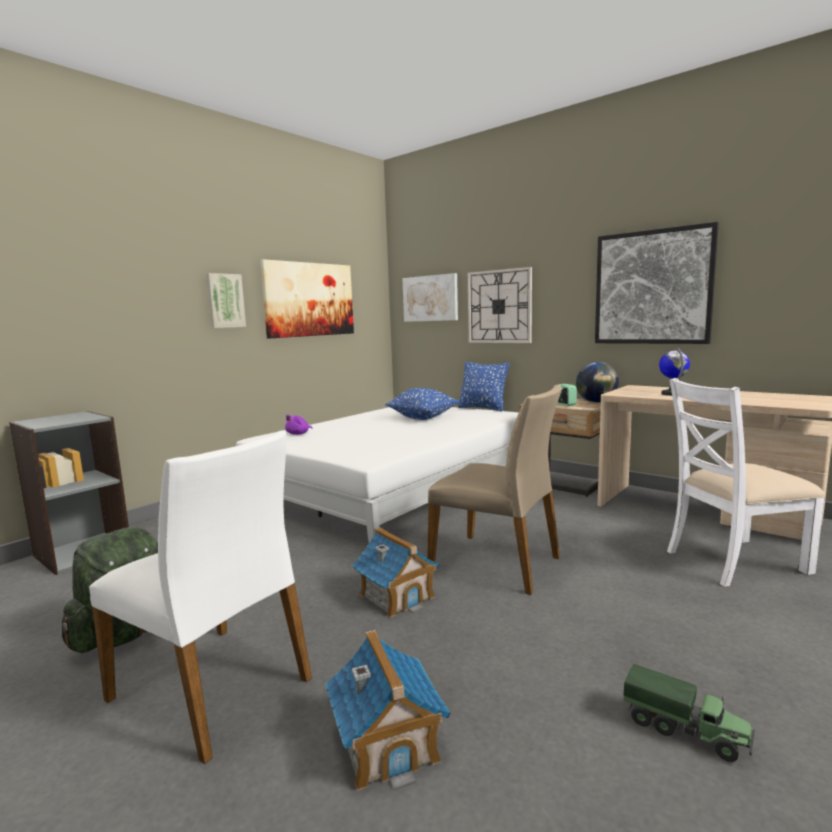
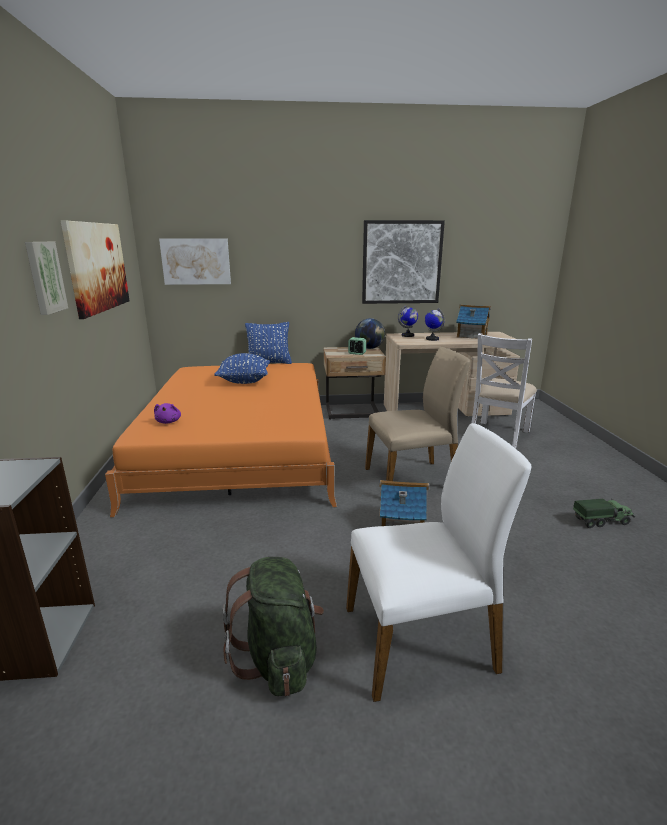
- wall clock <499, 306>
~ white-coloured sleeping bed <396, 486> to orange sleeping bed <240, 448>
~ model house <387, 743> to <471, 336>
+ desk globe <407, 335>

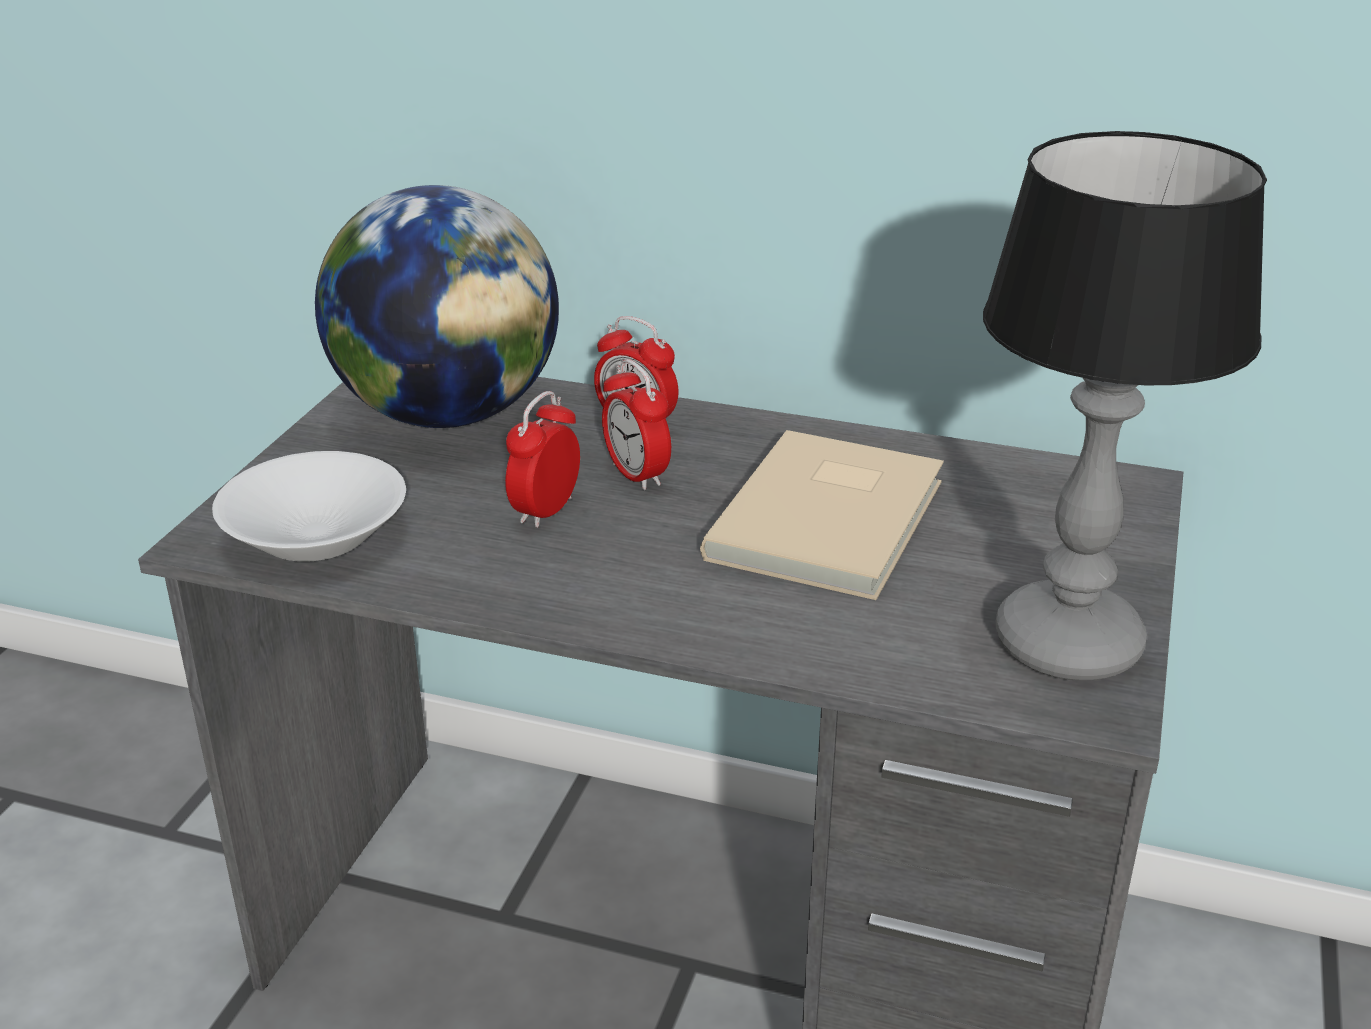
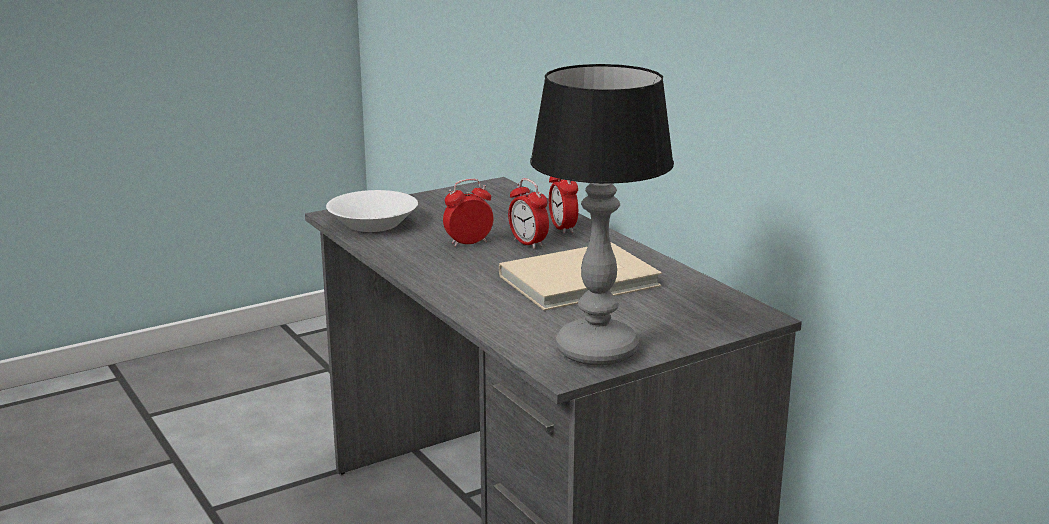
- desk globe <448, 414>
~ table clock <636, 475> = <528, 243> 45 degrees counterclockwise

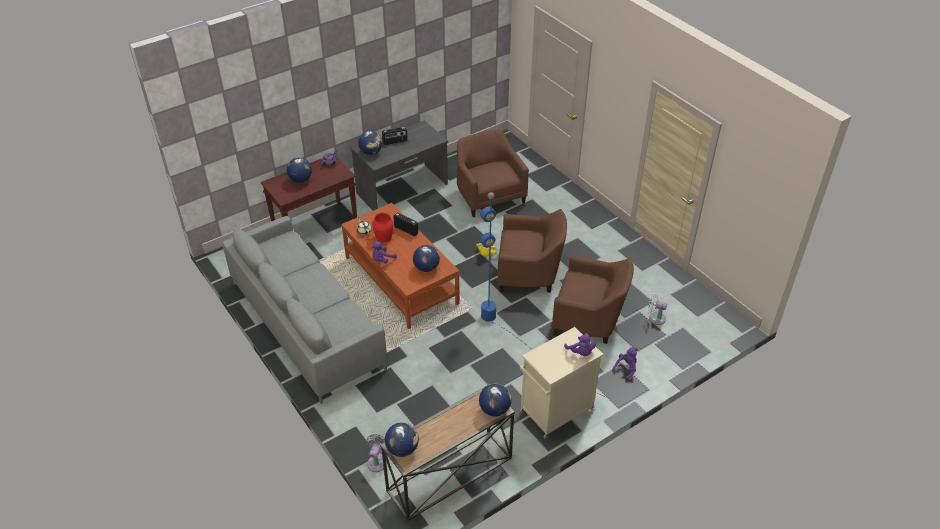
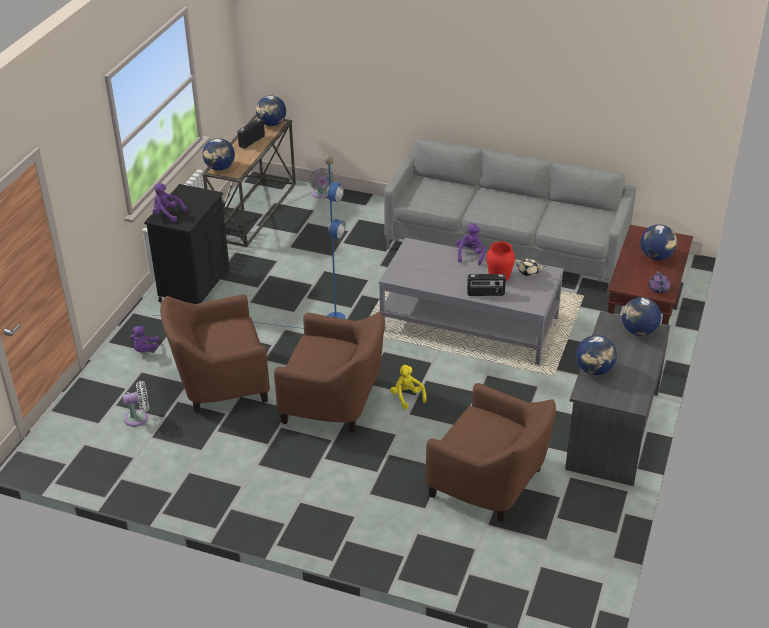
~ radio receiver <395, 141> to <251, 141>
~ brownish lounge table <400, 280> to gray lounge table <470, 324>
~ brownish lounge chair <529, 272> = <334, 400> 135 degrees counterclockwise
~ desk globe <426, 268> to <594, 370>
~ beige storage cabinet <555, 411> to black storage cabinet <195, 285>

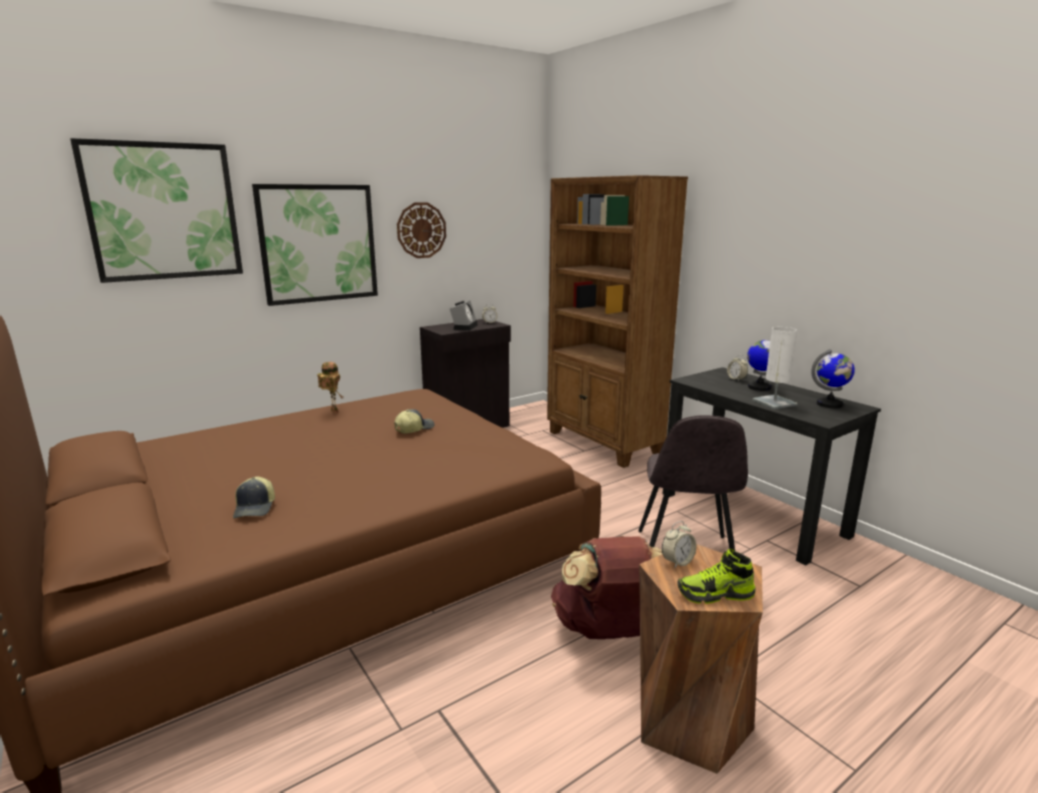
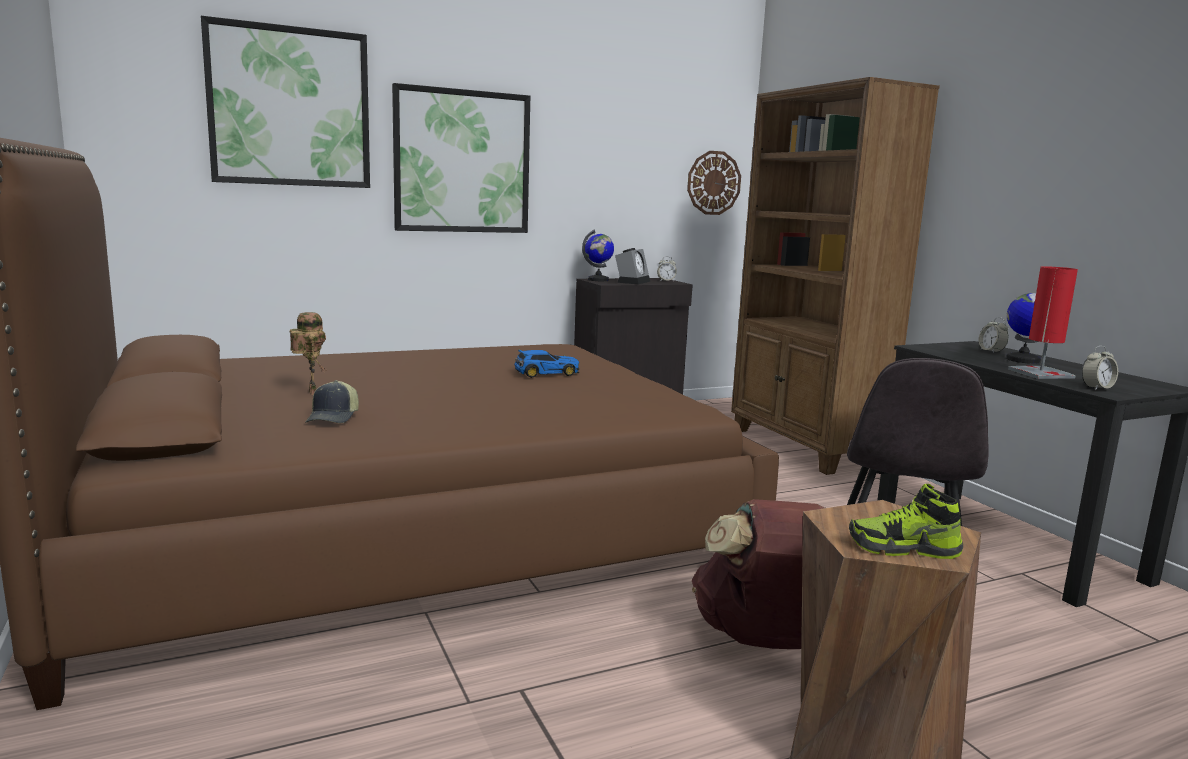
~ wall clock <421, 230> to <713, 183>
~ white-coloured table lamp <774, 402> to red table lamp <1040, 373>
~ desk globe <829, 404> to <598, 280>
~ robot figure <333, 412> to <310, 392>
~ baseball cap <414, 428> to toy car <545, 373>
~ table clock <677, 562> to <1096, 388>

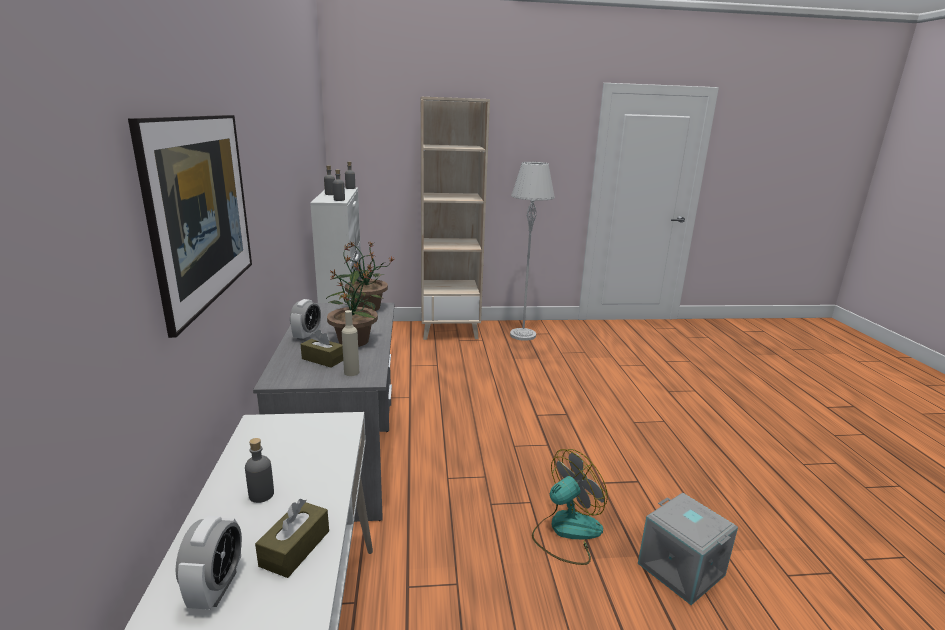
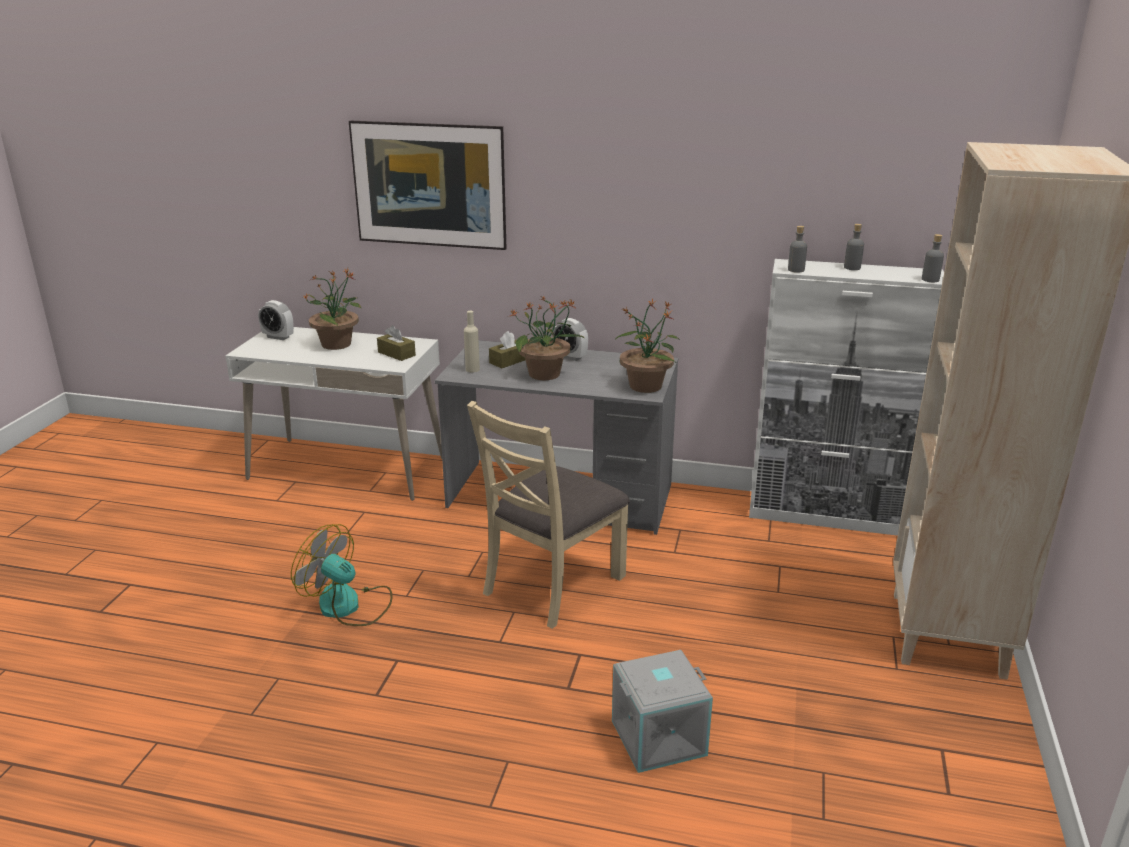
- gray standing lamp <523, 335>
~ gray drink bottle <261, 495> to houseplant <337, 344>
~ electric fan <566, 531> = <348, 606> 135 degrees clockwise
~ gray storage bin <679, 569> to <658, 736>
~ brownish box of tissues <295, 548> to <396, 354>
+ beige upright chair <552, 584>

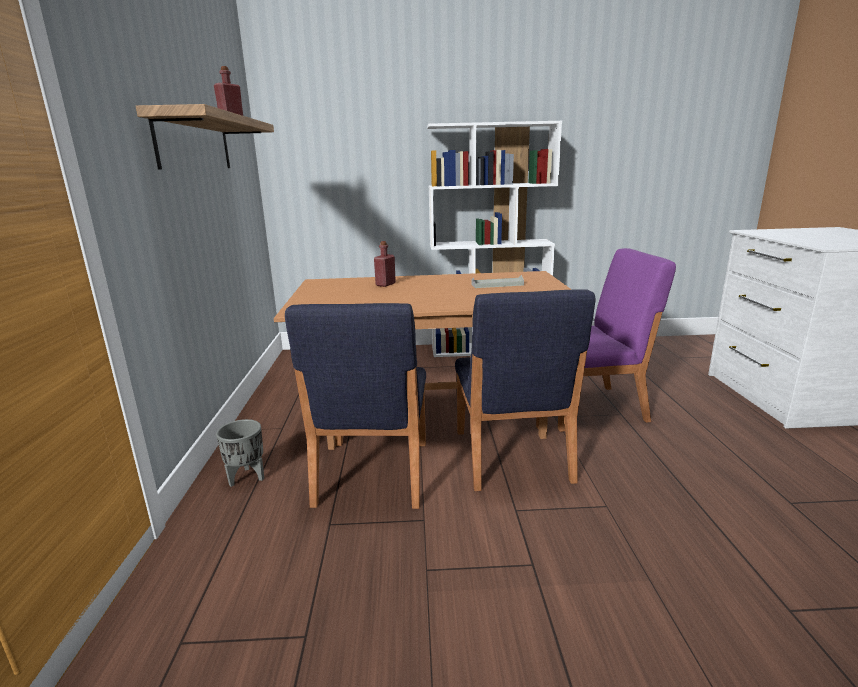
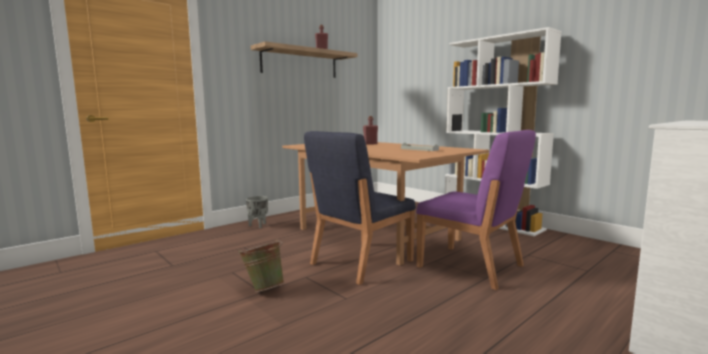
- bluish upright chair <372, 473>
+ green-coloured pail <264, 288>

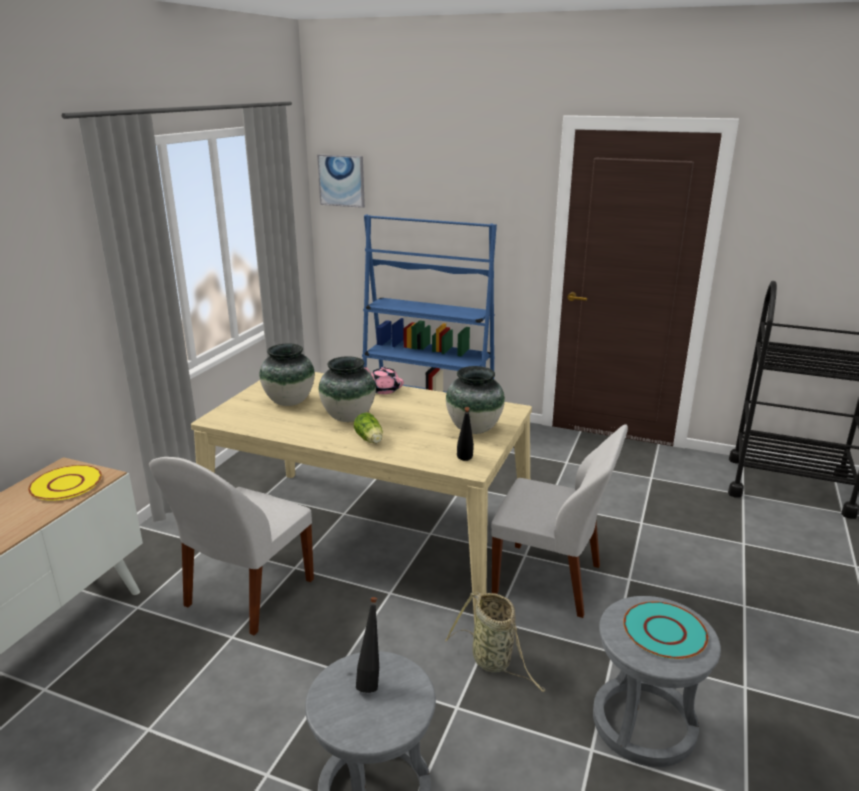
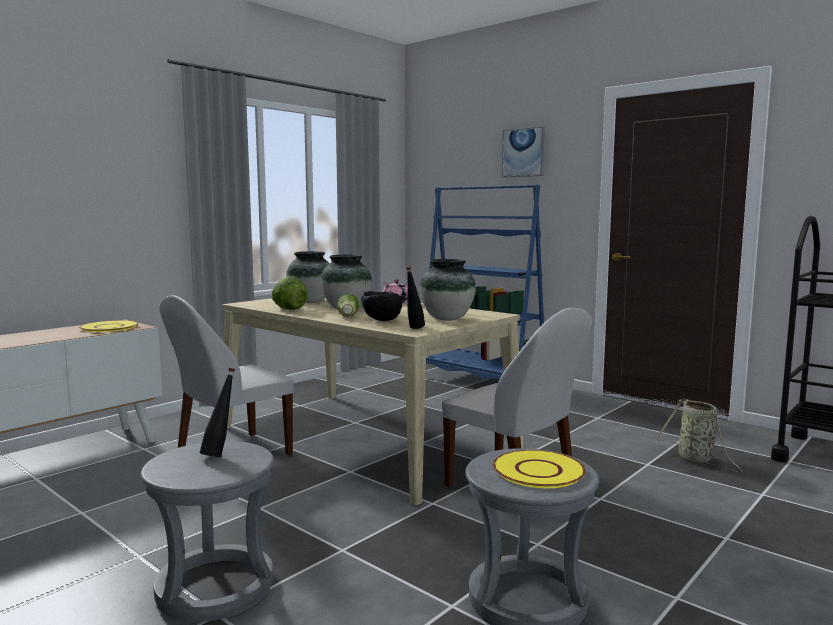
~ wall picture <341, 180> to <523, 152>
~ basket <494, 662> to <697, 460>
~ turquoise flat dish <664, 631> to yellow-coloured flat dish <537, 470>
+ head of lettuce <289, 309>
+ black deep dish <381, 321>

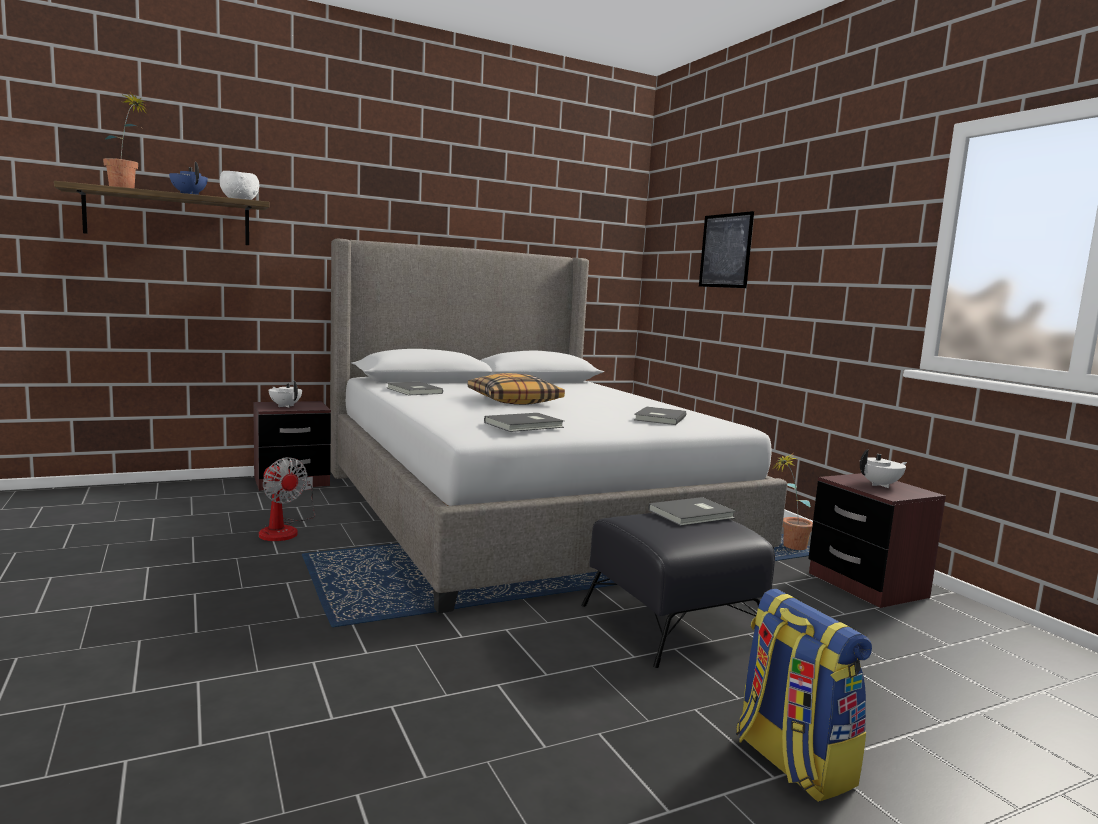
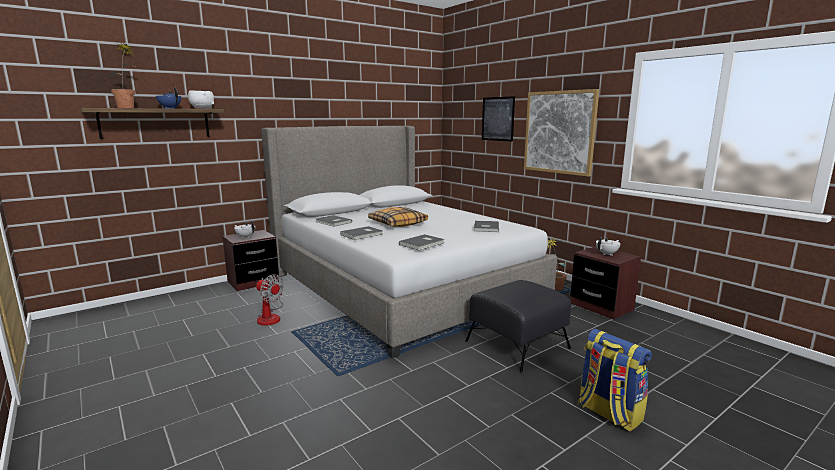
~ gray volume <693, 514> to <362, 234>
+ wall picture <559, 132>

